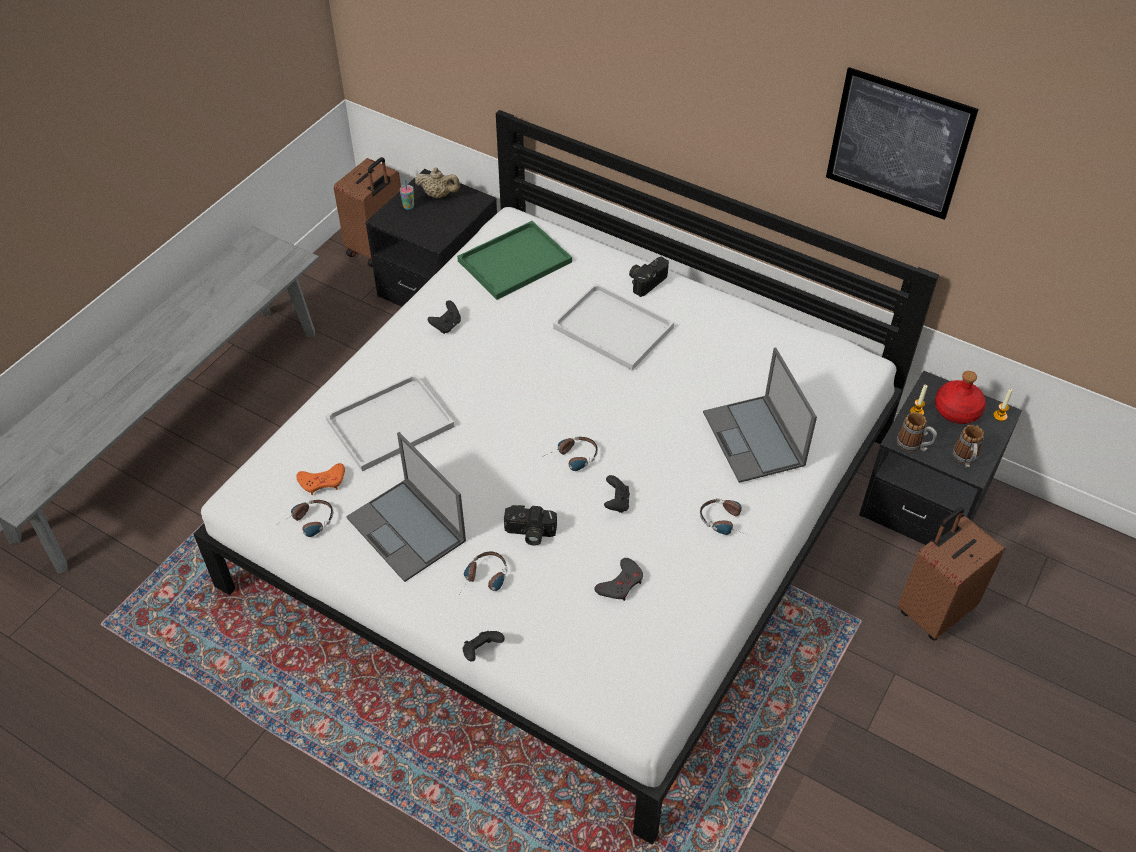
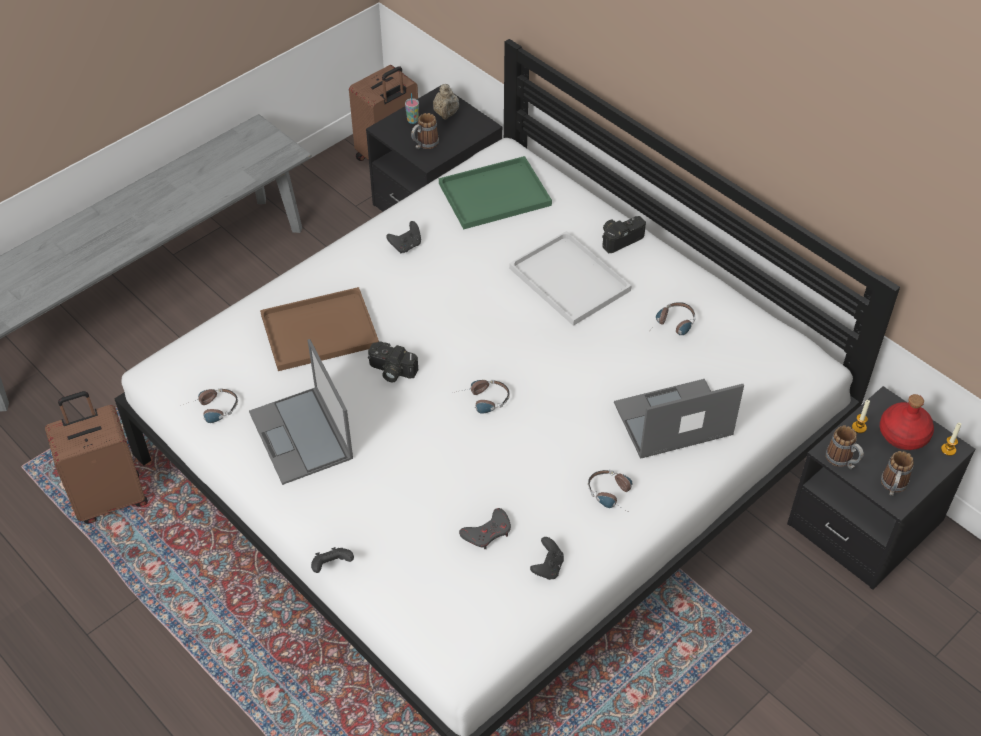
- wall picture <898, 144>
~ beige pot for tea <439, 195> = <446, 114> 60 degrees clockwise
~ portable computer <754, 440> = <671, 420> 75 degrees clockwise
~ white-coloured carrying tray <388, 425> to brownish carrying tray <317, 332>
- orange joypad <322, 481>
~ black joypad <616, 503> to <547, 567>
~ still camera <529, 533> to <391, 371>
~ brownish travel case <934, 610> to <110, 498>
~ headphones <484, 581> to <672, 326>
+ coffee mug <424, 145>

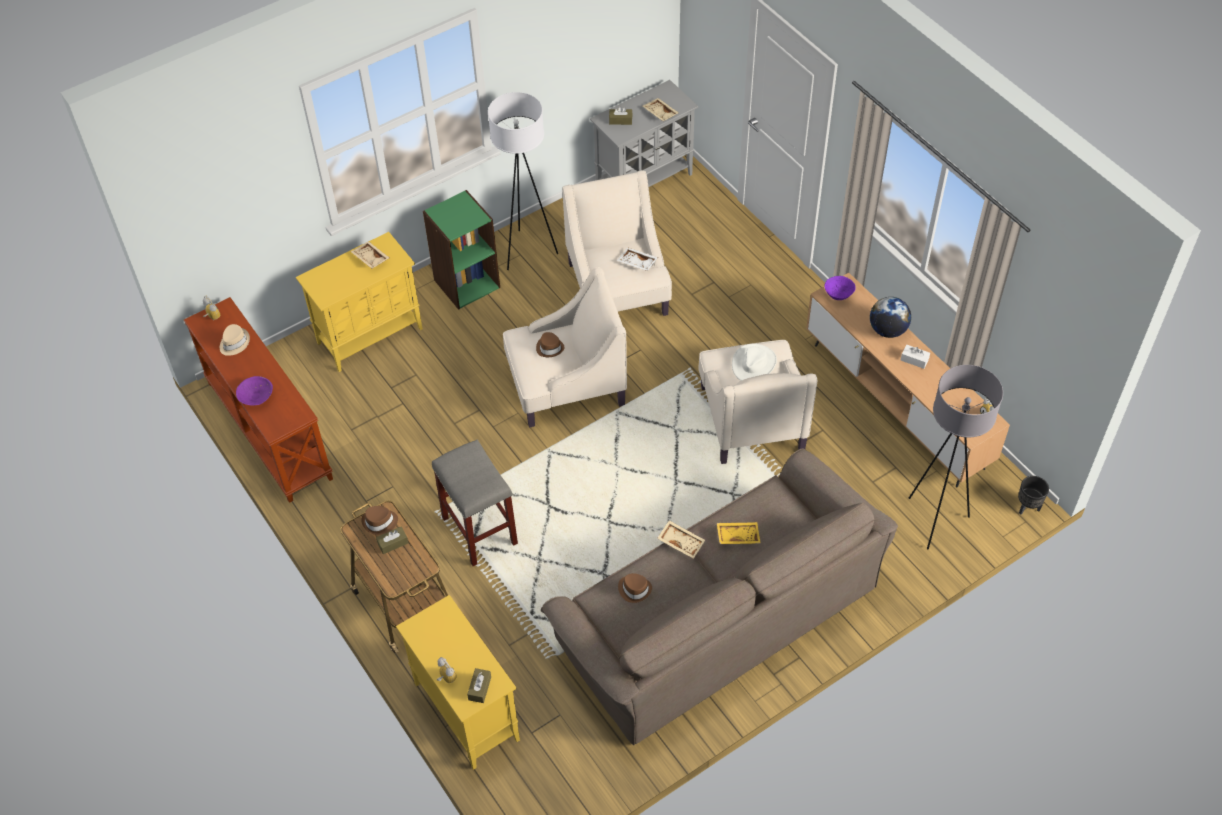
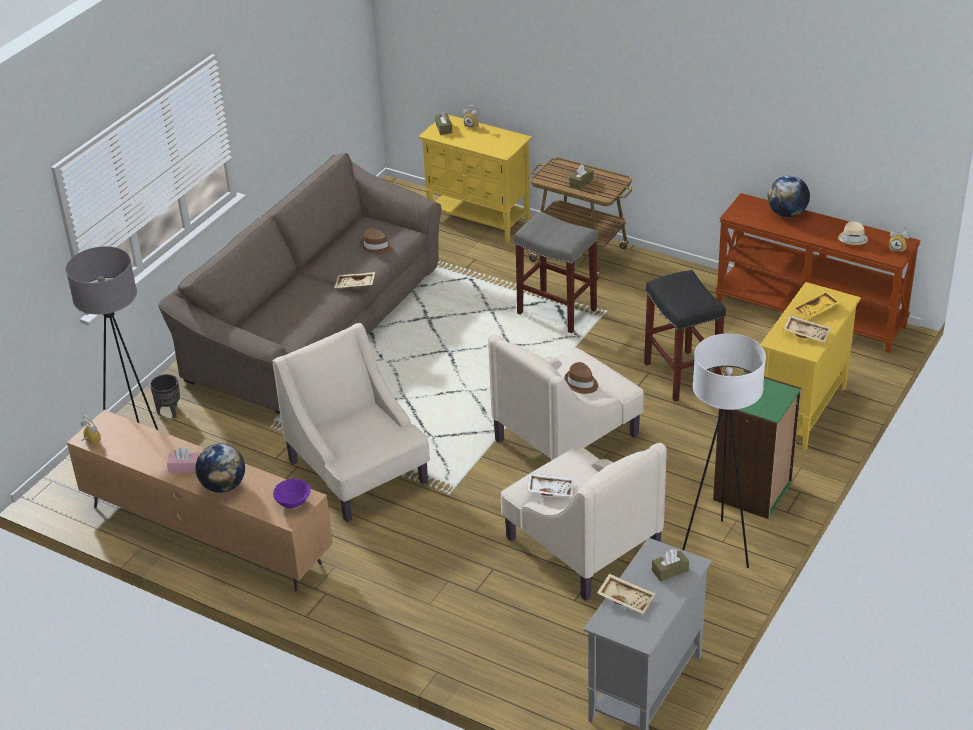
- white-coloured hat <753, 364>
~ white-coloured box of tissues <914, 360> to pinkish box of tissues <184, 467>
~ purple-coloured deep dish <256, 396> to desk globe <787, 214>
~ black planter <1028, 507> to <169, 411>
- brownish hat <380, 522>
~ yellow-coloured carrying tray <738, 535> to <816, 310>
+ black stool seat <683, 376>

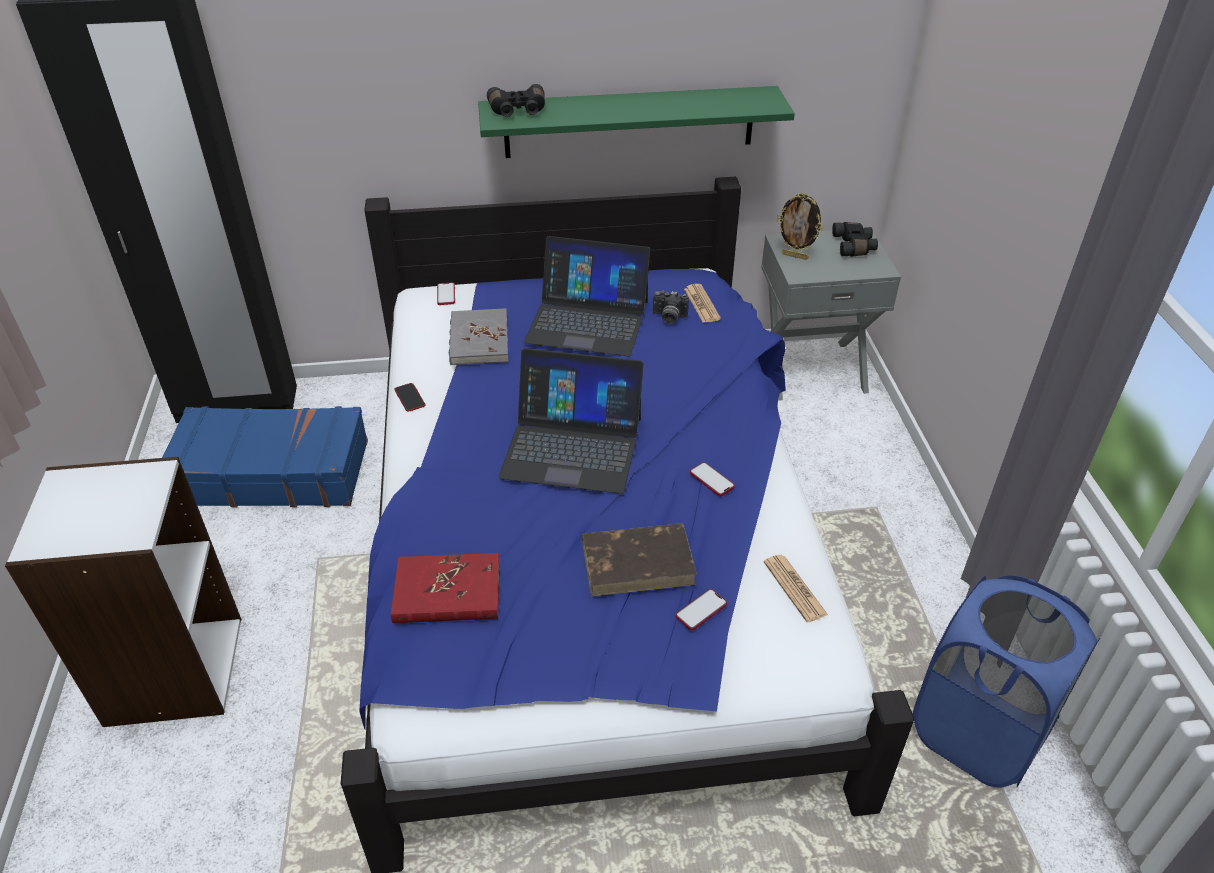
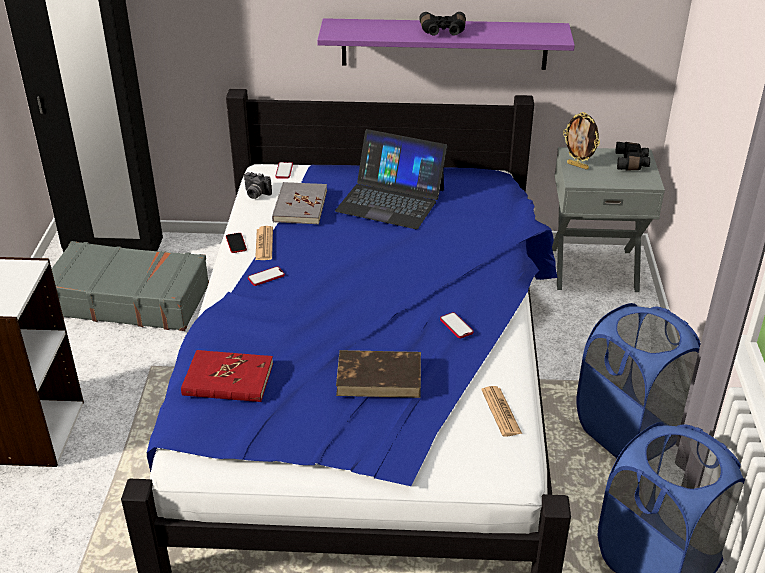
~ black field glasses <518, 111> to <442, 32>
~ green-coloured wall shelf <629, 122> to purple-coloured wall shelf <444, 44>
~ printed paper <701, 304> to <264, 244>
~ still camera <668, 317> to <256, 194>
- portable computer <572, 446>
~ bluish travel case <271, 472> to gray travel case <129, 299>
~ handset <701, 610> to <266, 277>
+ bluish hamper <628, 431>

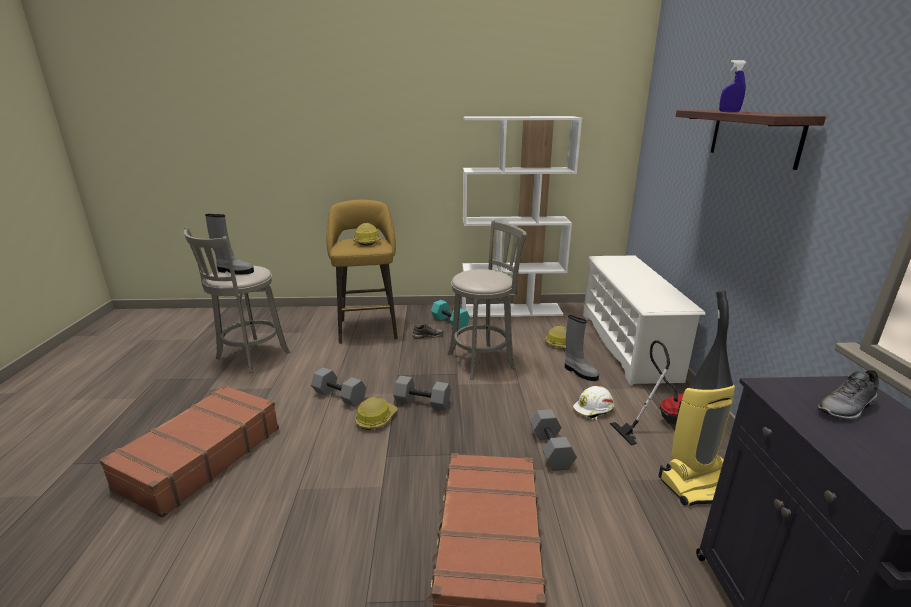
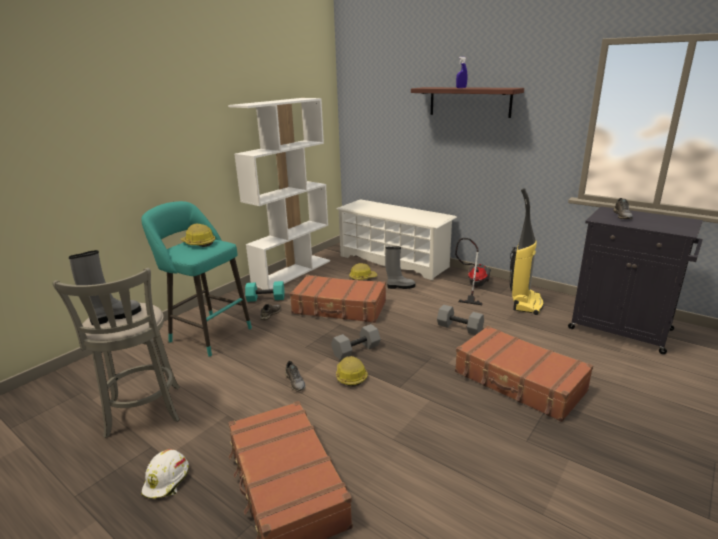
~ yellow-coloured stool seat <368, 327> to turquoise stool seat <207, 334>
~ gray stool seat <484, 360> to brownish travel case <339, 308>
~ gray free weight <340, 396> to gray shoe <295, 382>
~ white-coloured safety helmet <593, 409> to <167, 481>

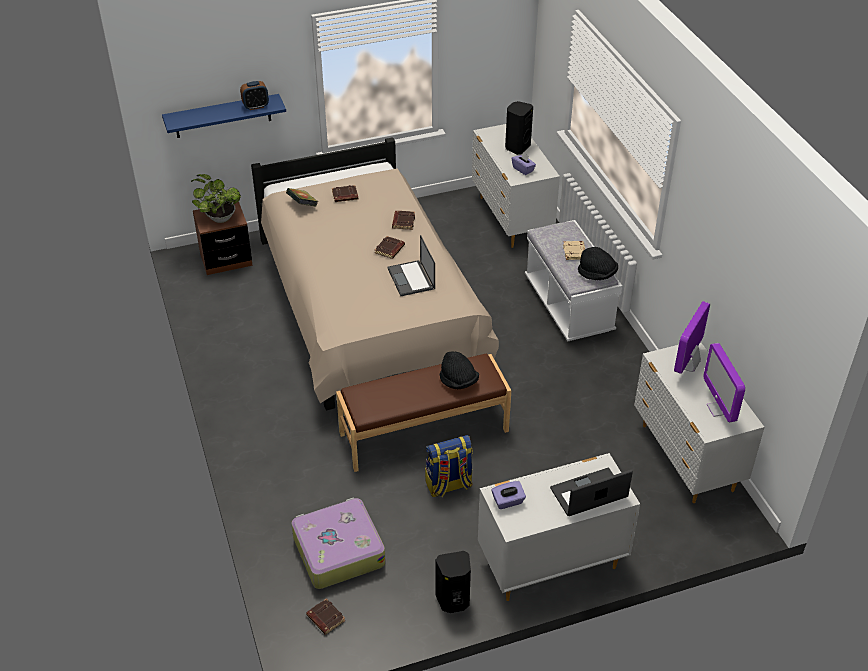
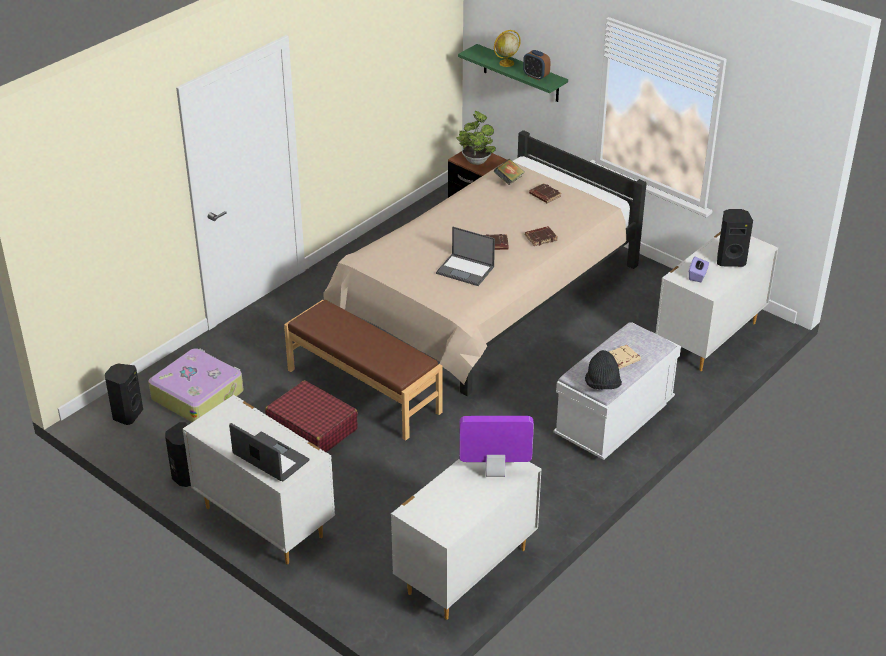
~ bluish wall shelf <222, 116> to green-coloured wall shelf <521, 73>
~ portable computer <411, 279> = <466, 270> 105 degrees counterclockwise
- computer screen <718, 409>
- black hat <458, 381>
~ rucksack <448, 485> to red travel case <312, 428>
- purple-coloured box of tissues <508, 501>
~ brownish volume <325, 618> to black loudspeaker <126, 414>
+ desk globe <506, 63>

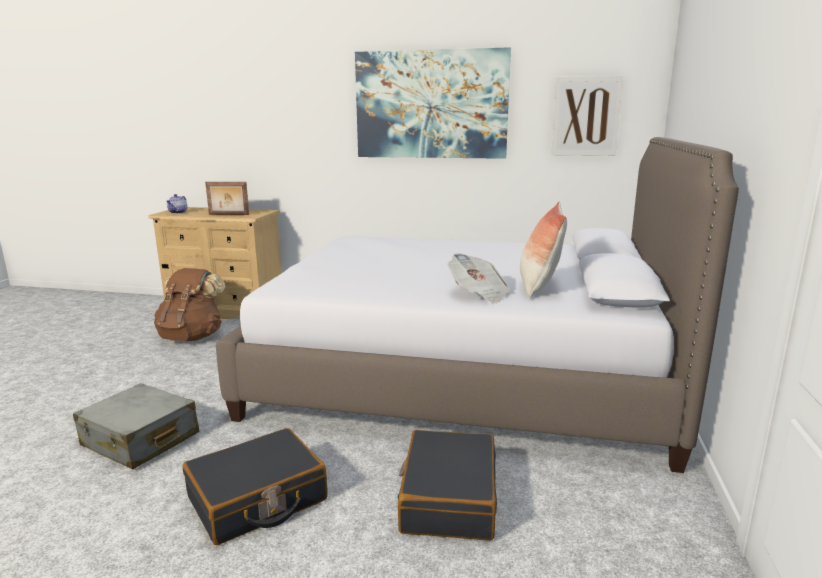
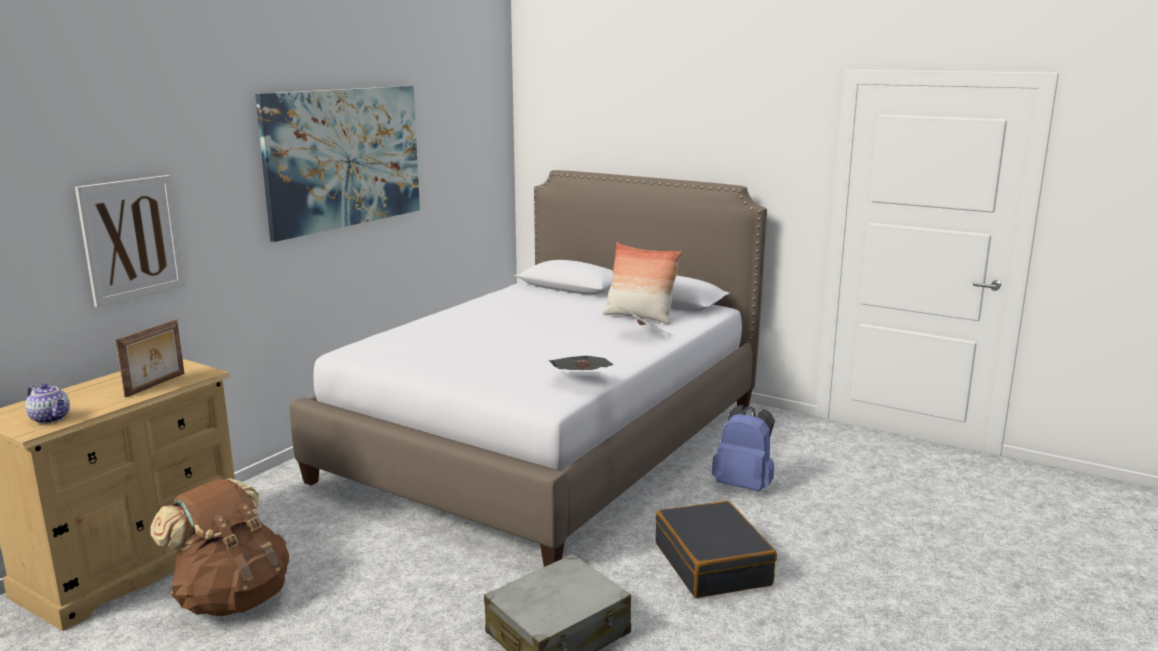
~ wall picture <586, 116> to <132, 239>
~ black travel case <448, 498> to bluish rucksack <744, 485>
+ printed paper <581, 380>

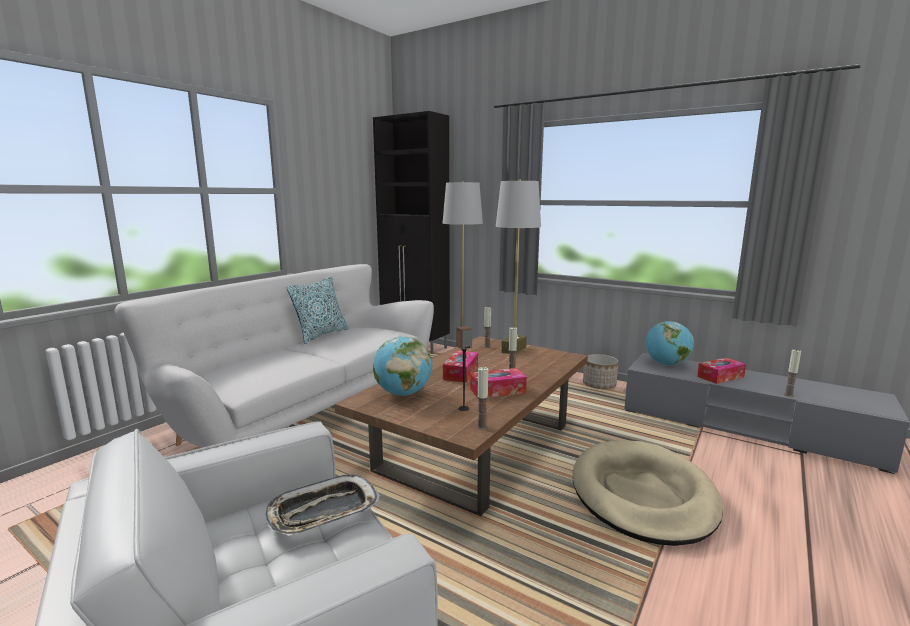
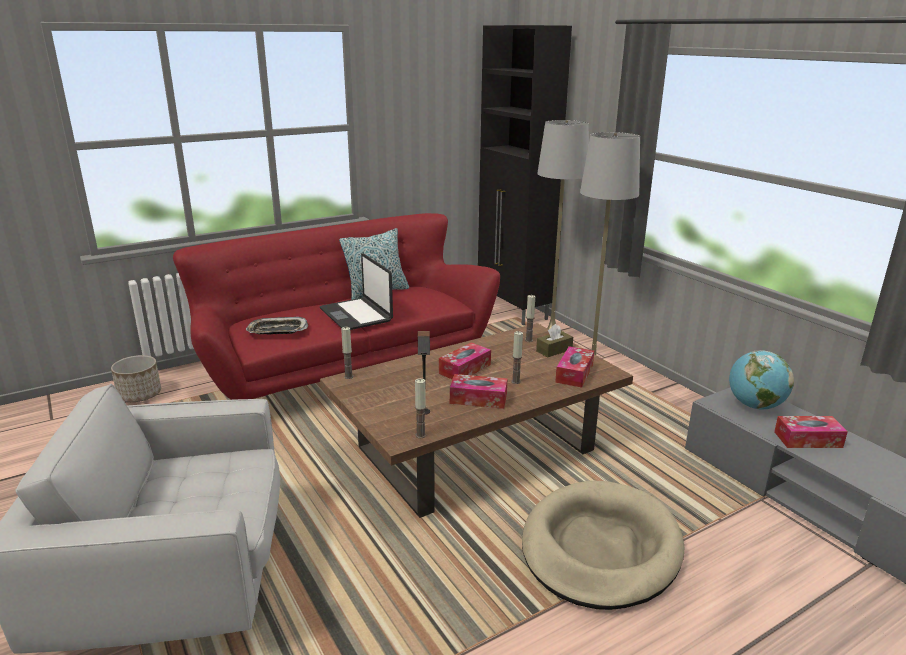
~ white-coloured sofa <304, 411> to red sofa <344, 369>
- desk globe <403, 393>
~ wax candle <788, 395> to <348, 376>
~ planter <599, 385> to <140, 395>
~ carrying tray <323, 512> to <277, 330>
+ portable computer <357, 315>
+ box of tissues <574, 373>

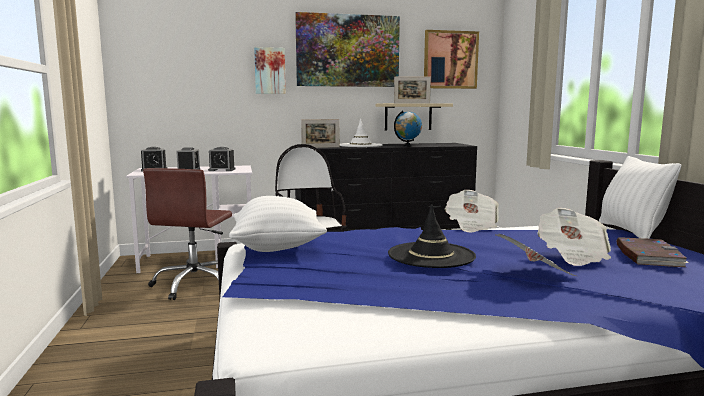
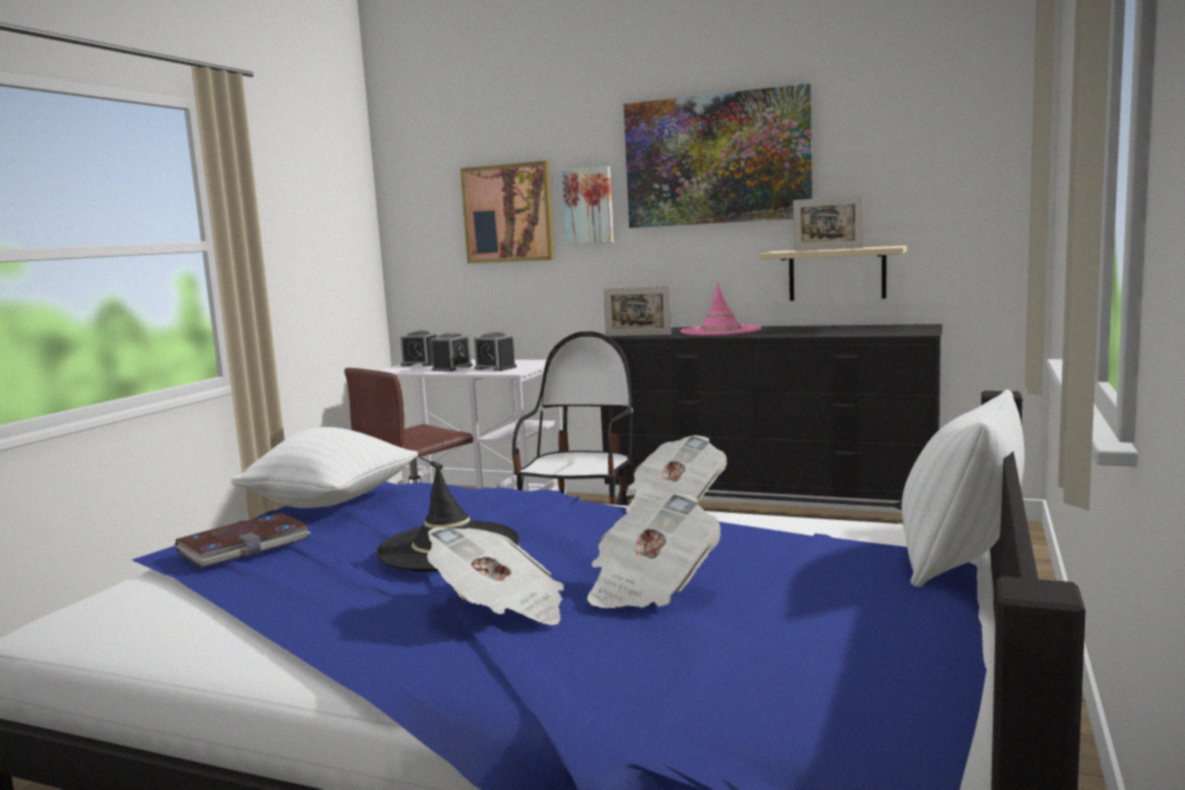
~ wall picture <450, 60> to <508, 213>
- desk globe <407, 146>
~ white-coloured hat <360, 145> to pinkish hat <720, 331>
~ volume <648, 255> to <244, 545>

